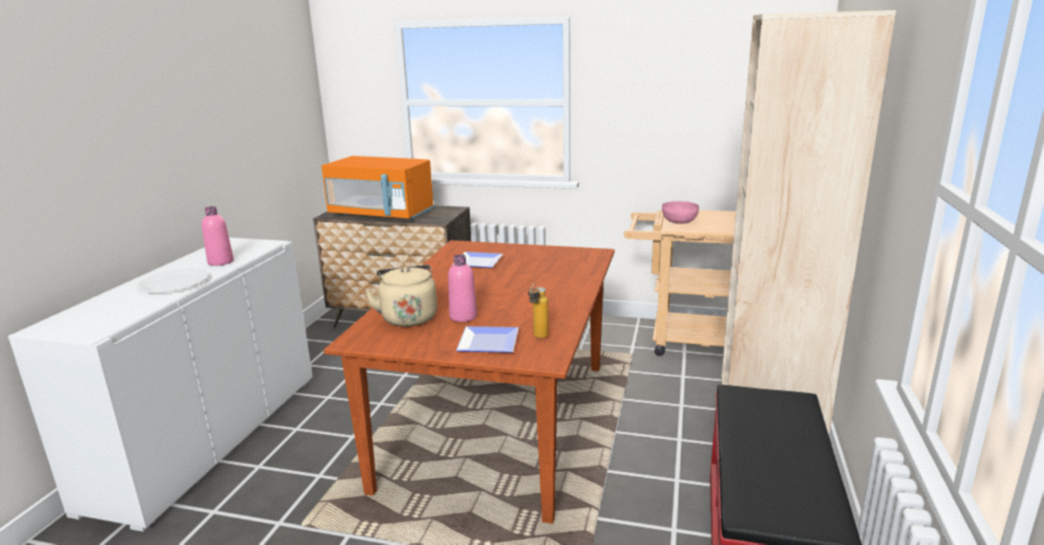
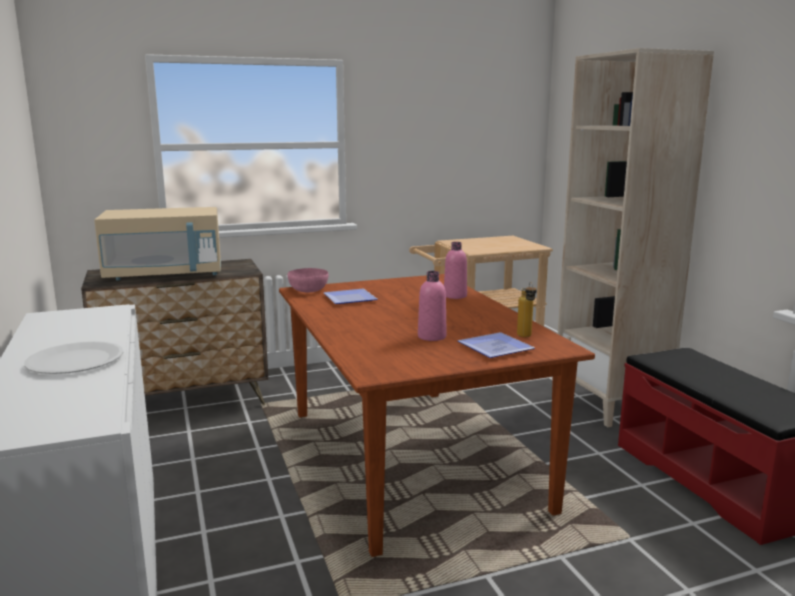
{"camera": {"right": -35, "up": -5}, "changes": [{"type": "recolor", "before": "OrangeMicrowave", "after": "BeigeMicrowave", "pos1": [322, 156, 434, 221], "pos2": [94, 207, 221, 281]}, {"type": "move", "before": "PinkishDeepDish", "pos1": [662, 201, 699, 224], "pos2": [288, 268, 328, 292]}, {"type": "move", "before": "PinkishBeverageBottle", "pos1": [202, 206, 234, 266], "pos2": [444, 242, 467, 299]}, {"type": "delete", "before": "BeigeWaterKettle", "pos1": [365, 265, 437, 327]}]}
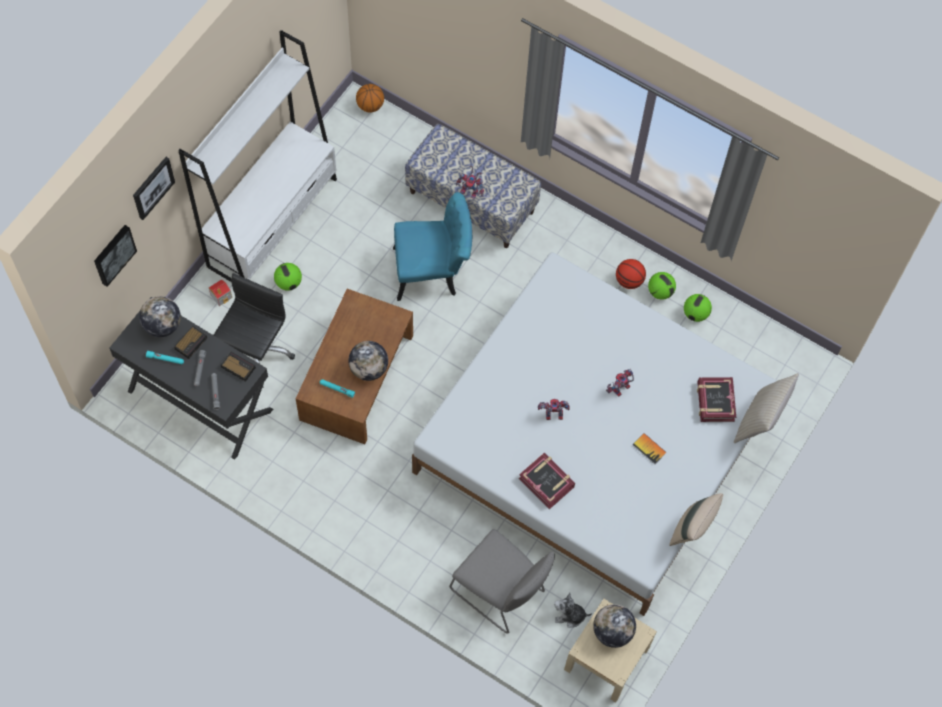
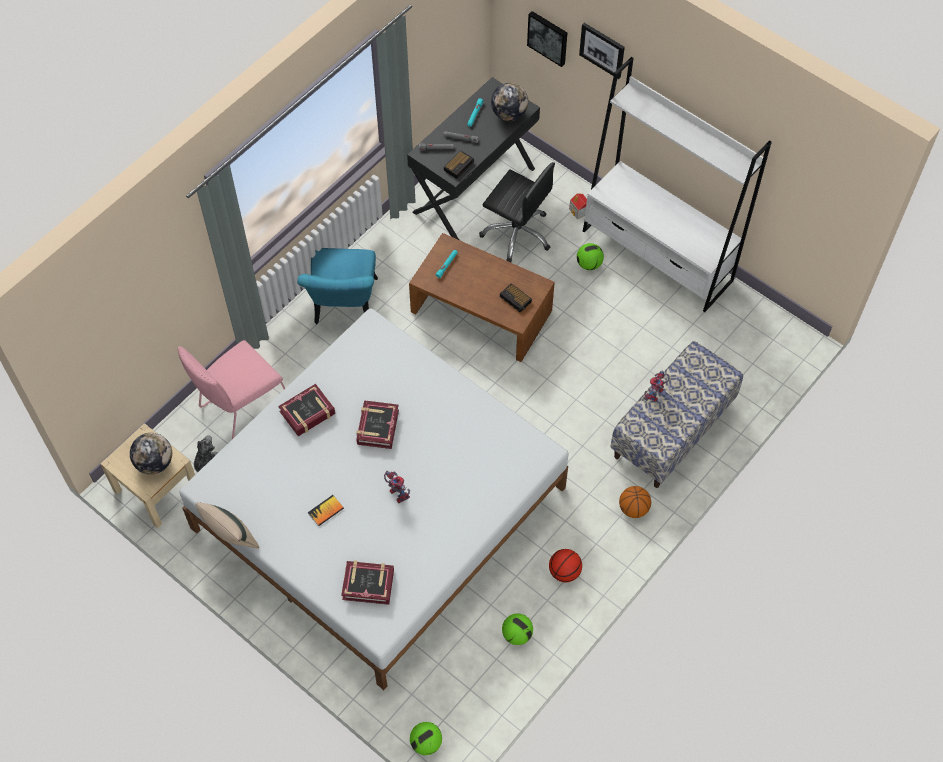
{"camera": {"right": 100, "up": -5}, "changes": [{"type": "recolor", "before": "GrayUprightChair", "after": "PinkishUprightChair", "pos1": [449, 529, 555, 634], "pos2": [178, 340, 285, 439]}, {"type": "move", "before": "BlueGreenUprightChair", "pos1": [393, 192, 472, 301], "pos2": [297, 248, 378, 324]}, {"type": "replace", "before": "RobotFigure", "after": "BoundBook", "pos1": [538, 399, 569, 420], "pos2": [356, 400, 399, 449]}, {"type": "move", "before": "BallForFootball", "pos1": [648, 272, 676, 300], "pos2": [410, 722, 442, 755]}, {"type": "move", "before": "TableClock", "pos1": [174, 326, 207, 359], "pos2": [500, 283, 532, 312]}, {"type": "move", "before": "Basketball", "pos1": [356, 84, 384, 113], "pos2": [619, 486, 651, 518]}, {"type": "delete", "before": "DeskGlobe", "pos1": [348, 341, 388, 381]}, {"type": "delete", "before": "BeigeCushion", "pos1": [734, 373, 799, 443]}]}
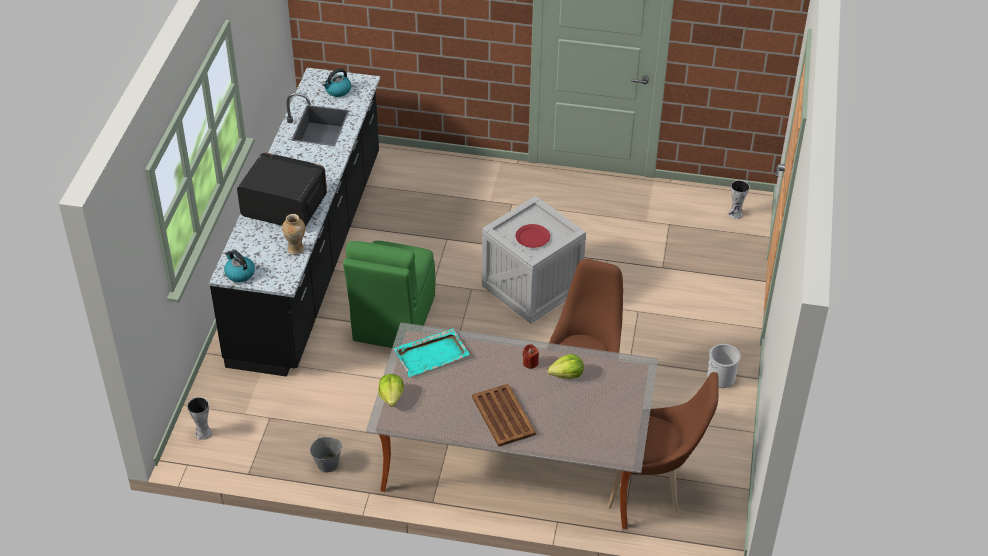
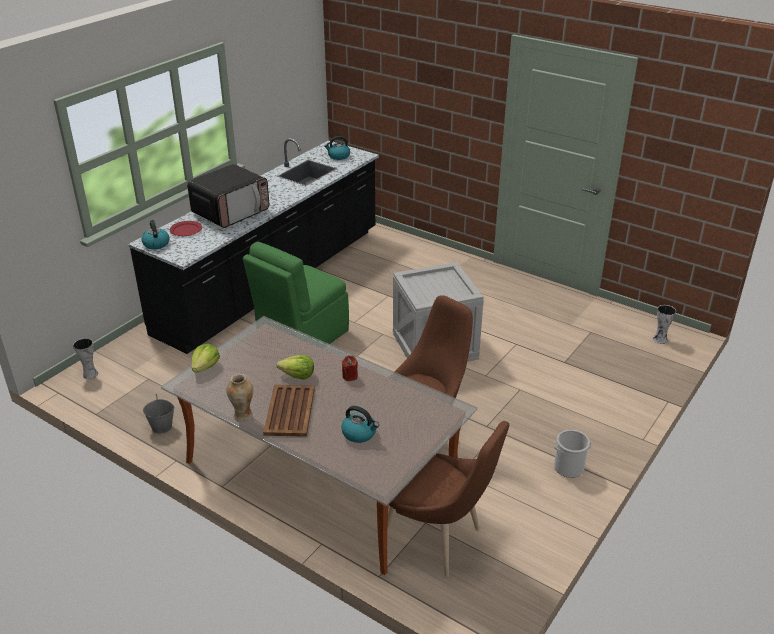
{"camera": {"right": 25, "up": -10}, "changes": [{"type": "move", "before": "RedColouredPlate", "pos1": [516, 224, 550, 248], "pos2": [170, 221, 202, 236]}, {"type": "rotate", "before": "Microwave", "pos1": [237, 152, 327, 227], "pos2": [187, 164, 269, 228], "turn": 90}, {"type": "move", "before": "Vase", "pos1": [282, 214, 305, 255], "pos2": [226, 373, 253, 422]}, {"type": "move", "before": "LettuceHead", "pos1": [548, 354, 584, 379], "pos2": [277, 355, 314, 380]}, {"type": "insert", "after": "WaterKettle", "pos2": [341, 406, 379, 443]}, {"type": "delete", "before": "BlueGreenServingTray", "pos1": [394, 328, 470, 377]}]}
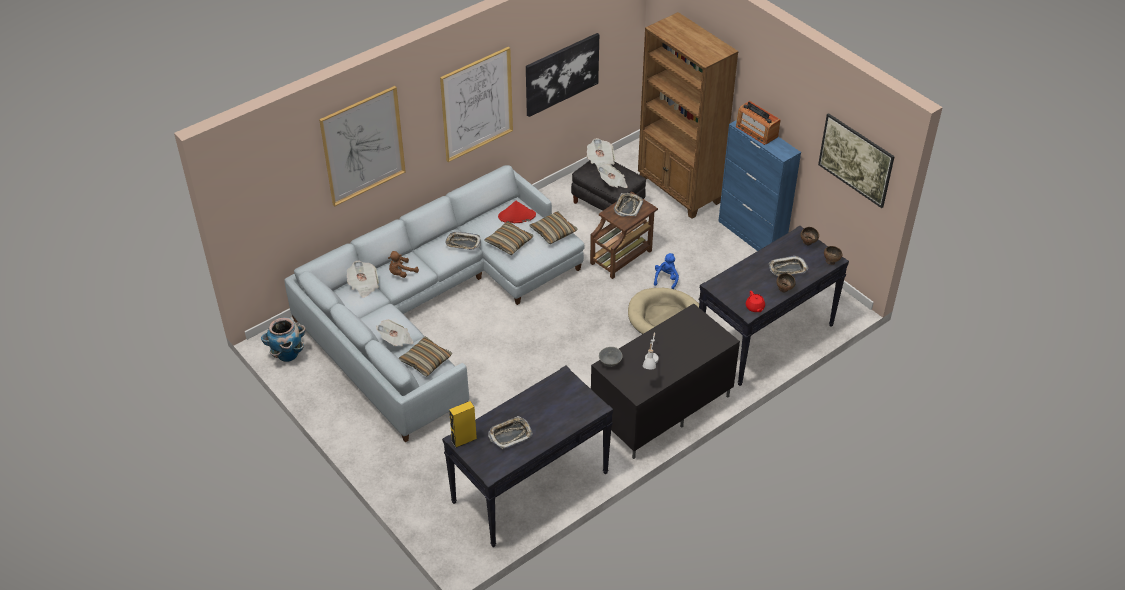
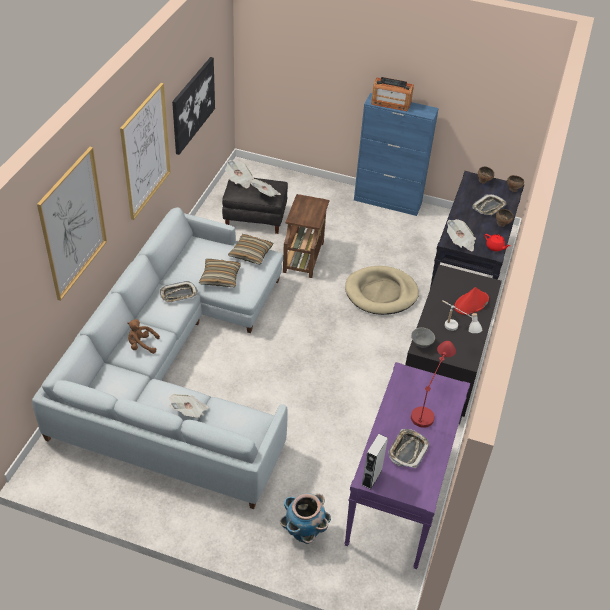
{"camera": {"right": -35, "up": 0}, "changes": [{"type": "rotate", "before": "BrownishCuddlyToy", "pos1": [388, 251, 419, 278], "pos2": [127, 319, 160, 354], "turn": 75}, {"type": "move", "before": "Planter", "pos1": [261, 317, 306, 362], "pos2": [280, 493, 331, 544]}, {"type": "recolor", "before": "BlackishHallTable", "after": "PurpleHallTable", "pos1": [442, 366, 613, 547], "pos2": [344, 362, 470, 569]}, {"type": "recolor", "before": "YellowColouredSpeaker", "after": "GraySpeaker", "pos1": [449, 401, 477, 448], "pos2": [361, 434, 388, 489]}, {"type": "insert", "after": "RedColouredTabletopLamp", "pos2": [411, 341, 456, 428]}, {"type": "move", "before": "Newspaper", "pos1": [347, 260, 379, 297], "pos2": [447, 219, 476, 251]}, {"type": "move", "before": "RedColouredWearableHat", "pos1": [498, 201, 536, 223], "pos2": [454, 287, 489, 315]}, {"type": "delete", "before": "Cushion", "pos1": [399, 337, 452, 376]}, {"type": "delete", "before": "ServingTray", "pos1": [614, 193, 643, 217]}, {"type": "delete", "before": "BrownishBookcase", "pos1": [638, 12, 739, 219]}, {"type": "delete", "before": "BlueCuddlyToy", "pos1": [654, 253, 679, 289]}, {"type": "delete", "before": "WallArt", "pos1": [818, 113, 895, 208]}]}
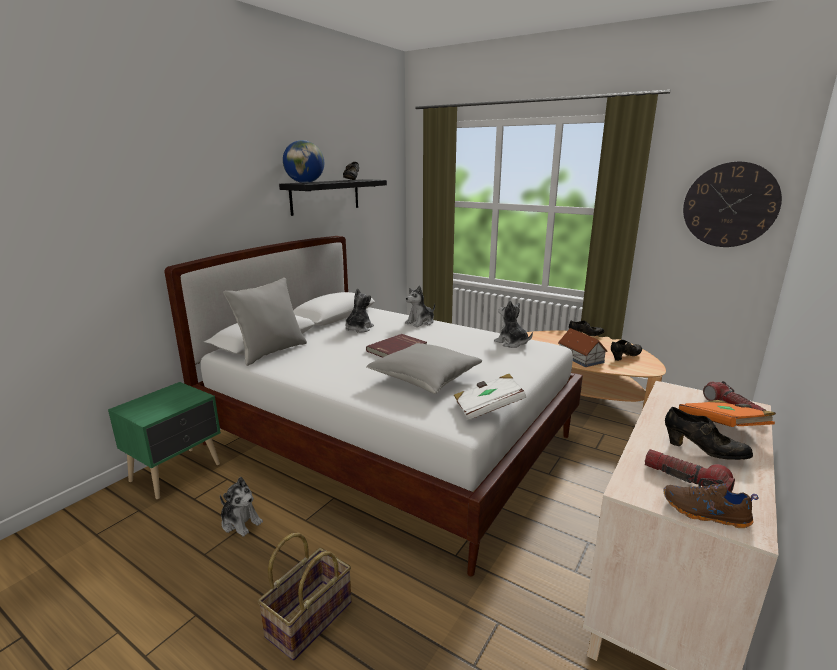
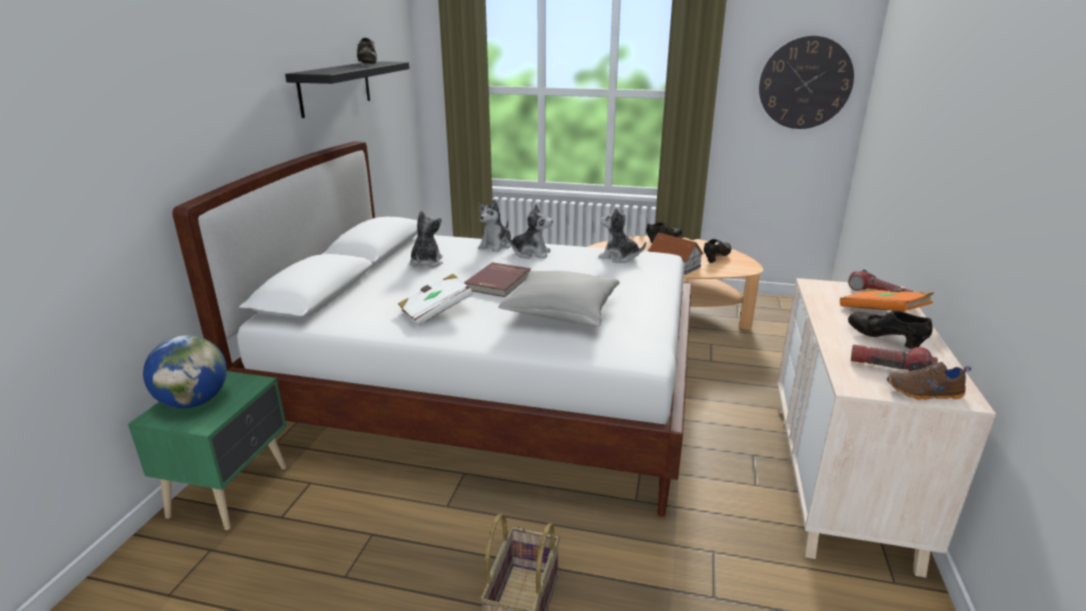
{"camera": {"right": -20, "up": 5}, "changes": [{"type": "move", "before": "DeskGlobe", "pos1": [283, 140, 324, 183], "pos2": [143, 335, 227, 408]}, {"type": "move", "before": "WhiteBoundBook", "pos1": [454, 374, 526, 420], "pos2": [398, 274, 473, 326]}, {"type": "move", "before": "CuddlyToy", "pos1": [220, 477, 263, 536], "pos2": [505, 204, 553, 259]}, {"type": "rotate", "before": "BlackishItemOfFootwear", "pos1": [665, 407, 753, 460], "pos2": [848, 310, 933, 349], "turn": -150}, {"type": "delete", "before": "GrayCushion", "pos1": [223, 278, 307, 366]}]}
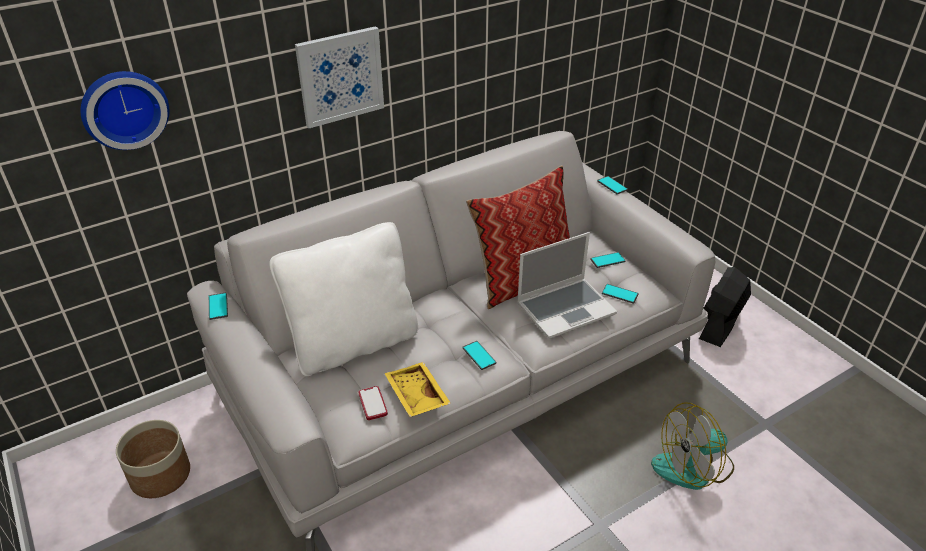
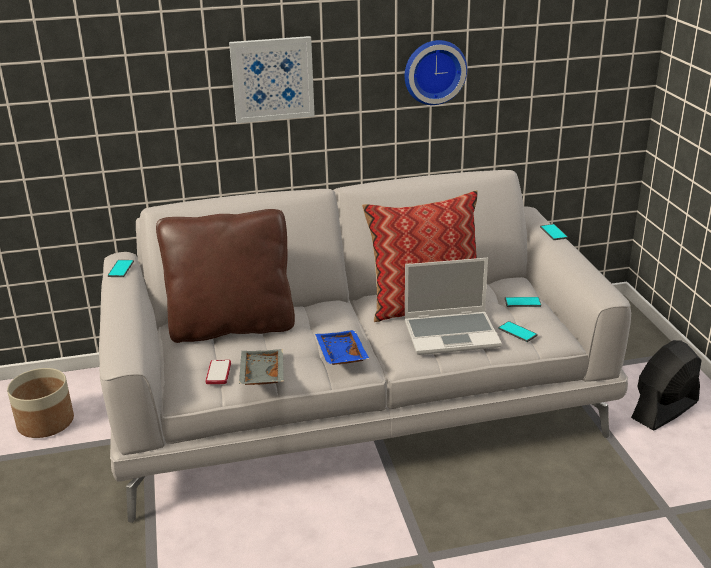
{"camera": {"right": 20, "up": -10}, "changes": [{"type": "recolor", "before": "WhiteCushion", "after": "BrownishCushion", "pos1": [269, 222, 418, 376], "pos2": [156, 209, 295, 343]}, {"type": "recolor", "before": "YellowColouredServingTray", "after": "GrayServingTray", "pos1": [384, 362, 451, 417], "pos2": [239, 349, 284, 385]}, {"type": "replace", "before": "Phone", "after": "BlueServingTray", "pos1": [463, 341, 496, 370], "pos2": [315, 330, 369, 365]}, {"type": "move", "before": "WallClock", "pos1": [81, 71, 169, 150], "pos2": [405, 40, 467, 105]}, {"type": "delete", "before": "ElectricFan", "pos1": [651, 402, 734, 490]}]}
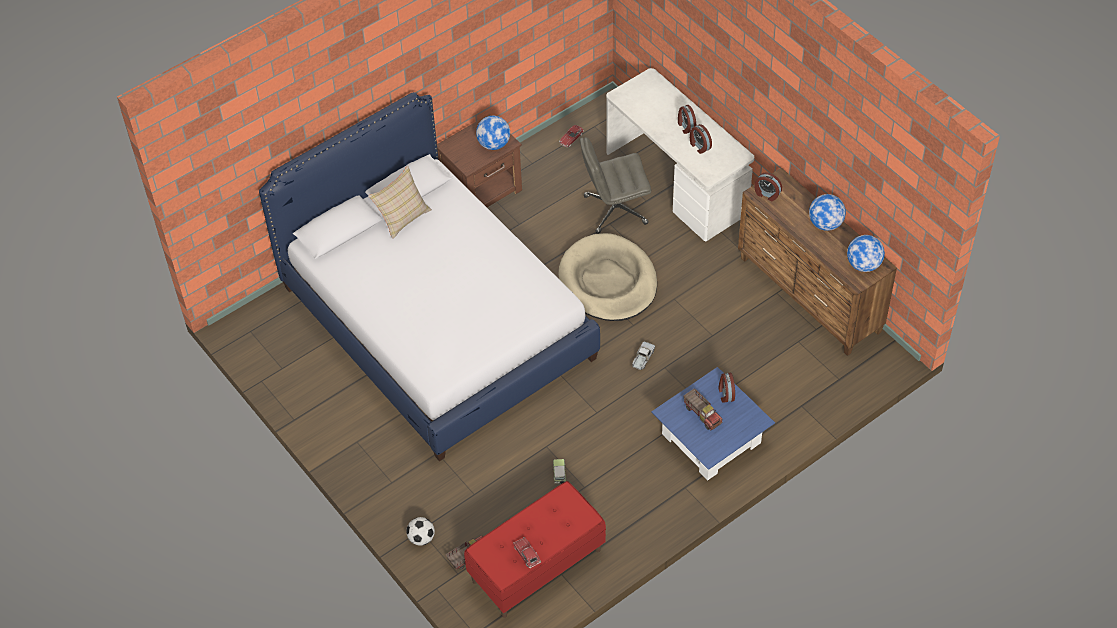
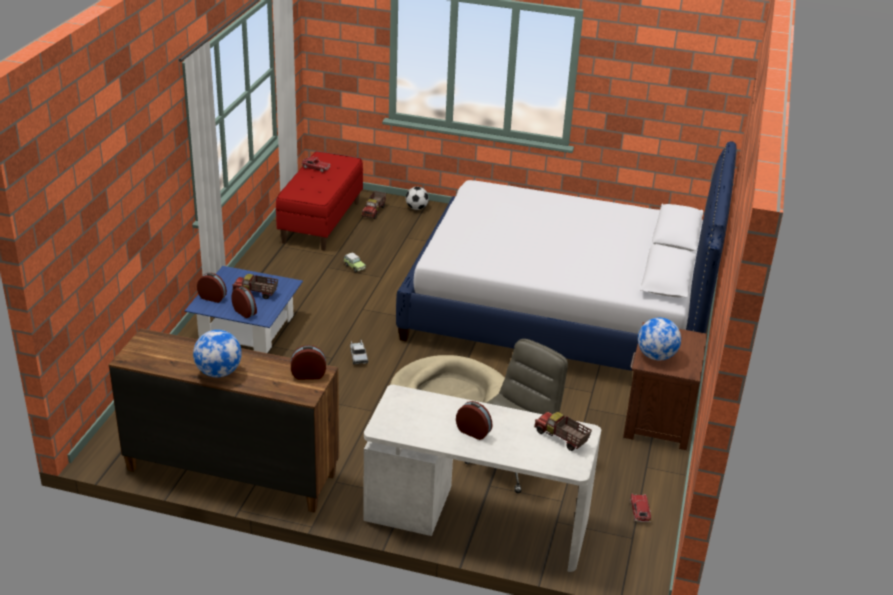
{"camera": {"right": 140, "up": -20}, "changes": [{"type": "move", "before": "TableClock", "pos1": [690, 124, 712, 154], "pos2": [197, 273, 227, 303]}, {"type": "insert", "after": "ToyLorry", "pos2": [534, 412, 592, 451]}, {"type": "delete", "before": "BeigeCushion", "pos1": [368, 166, 432, 239]}, {"type": "delete", "before": "DeskGlobe", "pos1": [847, 235, 885, 272]}]}
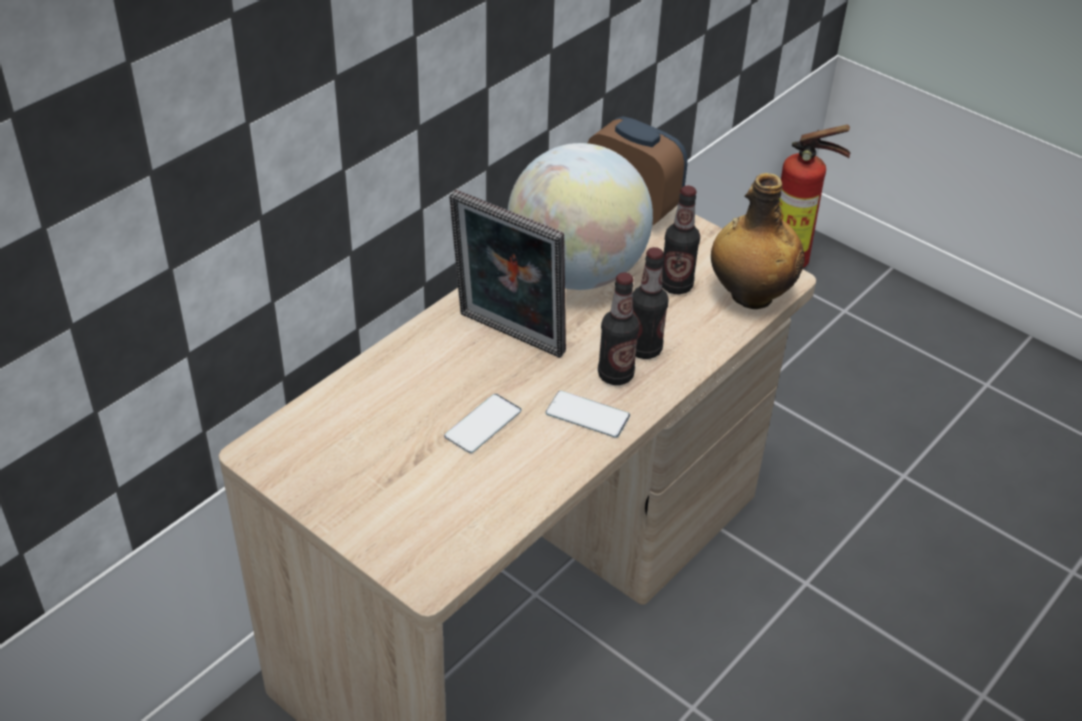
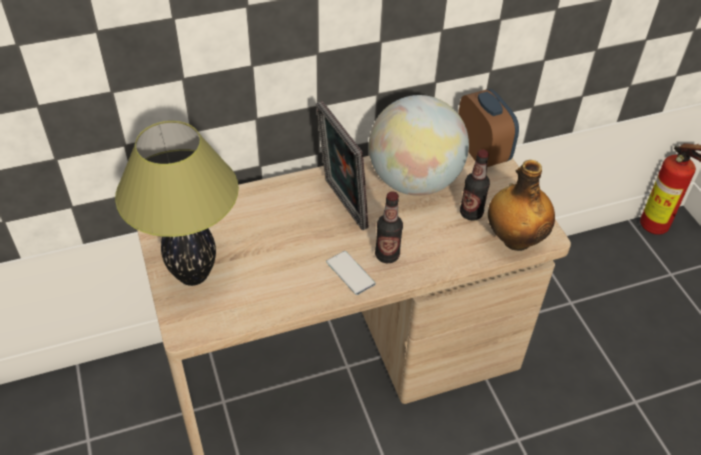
{"camera": {"right": 30, "up": 5}, "changes": [{"type": "insert", "after": "TabletopLamp", "pos2": [115, 121, 239, 286]}, {"type": "delete", "before": "Phone", "pos1": [444, 394, 522, 453]}, {"type": "delete", "before": "BeverageBottle", "pos1": [633, 247, 669, 359]}]}
